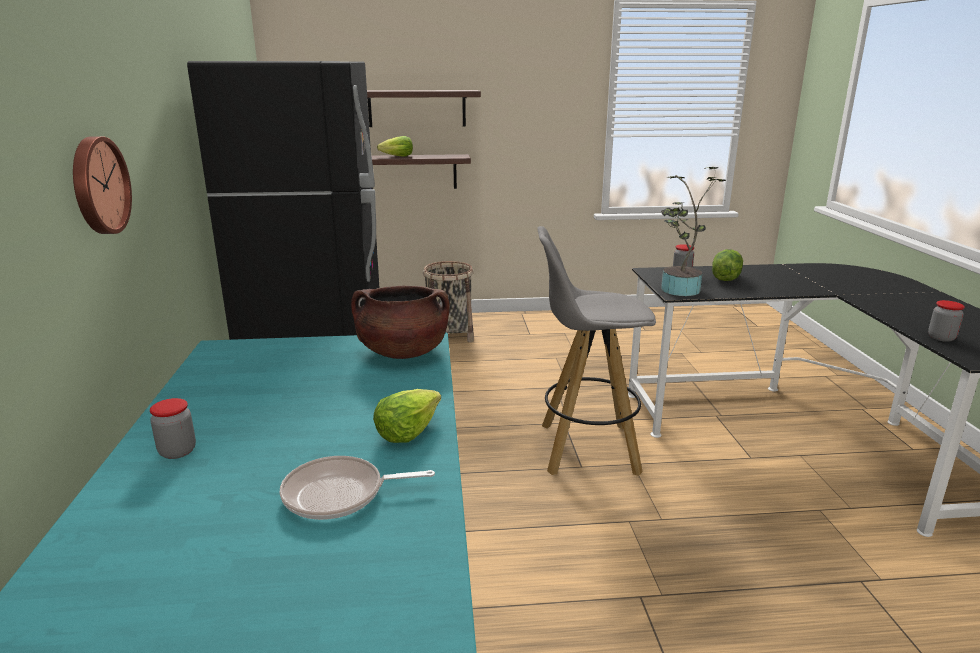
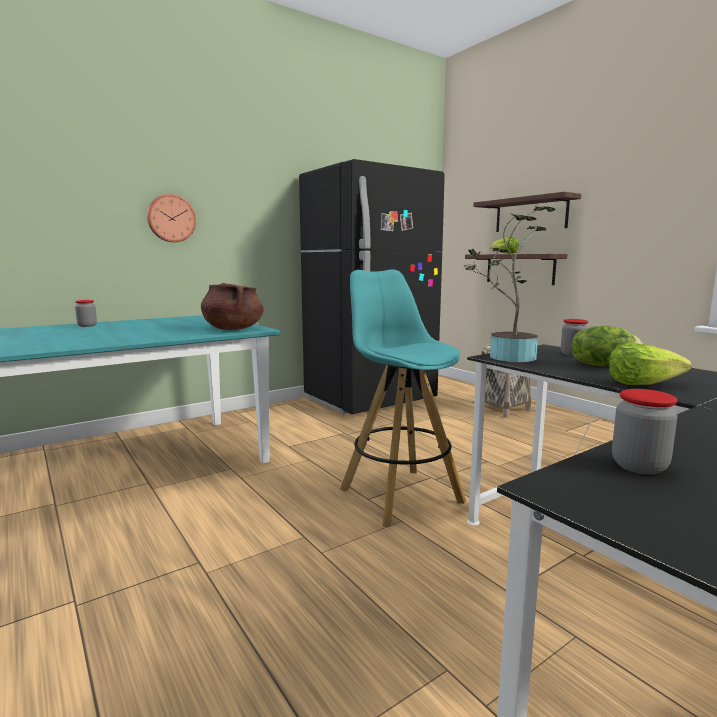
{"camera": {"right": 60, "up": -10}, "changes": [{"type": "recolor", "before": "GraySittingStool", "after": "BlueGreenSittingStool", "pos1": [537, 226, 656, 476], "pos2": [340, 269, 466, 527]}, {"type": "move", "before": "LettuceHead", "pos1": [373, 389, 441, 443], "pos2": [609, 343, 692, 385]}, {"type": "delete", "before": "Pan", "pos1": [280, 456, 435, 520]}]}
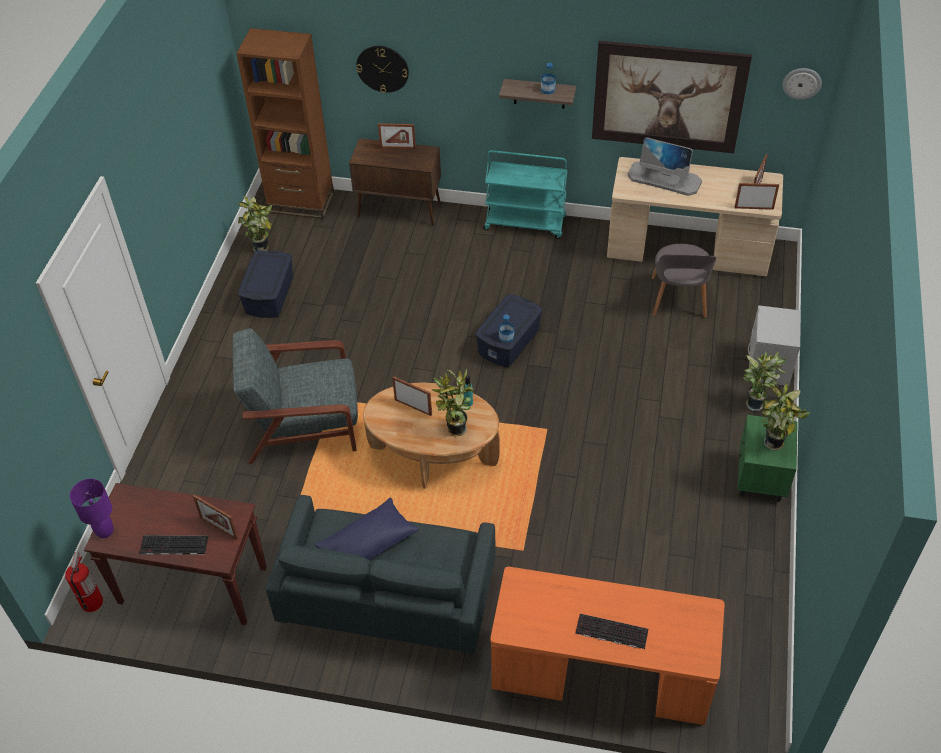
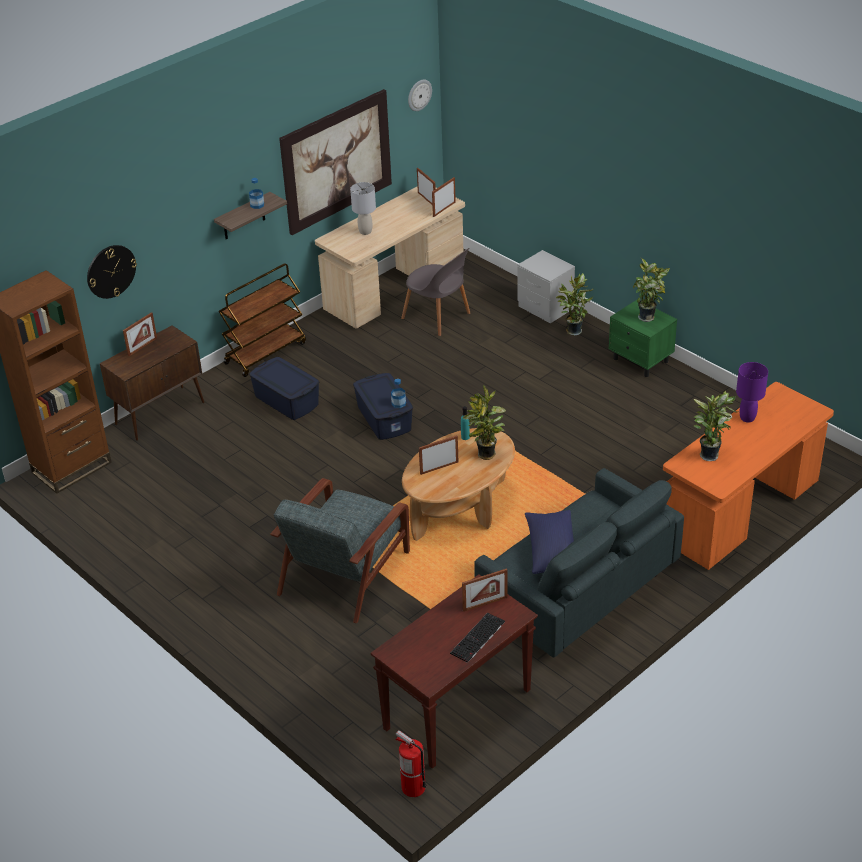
{"camera": {"right": -55, "up": -10}, "changes": [{"type": "recolor", "before": "BlueGreenCart", "after": "BrownishCart", "pos1": [483, 150, 568, 239], "pos2": [218, 263, 306, 377]}, {"type": "move", "before": "BlueStorageBin", "pos1": [238, 250, 293, 318], "pos2": [249, 357, 319, 420]}, {"type": "replace", "before": "ComputerDisplay", "after": "GrayTabletopLamp", "pos1": [628, 137, 702, 196], "pos2": [350, 182, 376, 235]}, {"type": "move", "before": "Houseplant", "pos1": [238, 195, 272, 252], "pos2": [693, 391, 739, 461]}, {"type": "move", "before": "PurpleTabletopLamp", "pos1": [70, 479, 113, 538], "pos2": [736, 362, 768, 422]}, {"type": "delete", "before": "Keyboard", "pos1": [575, 614, 648, 649]}]}
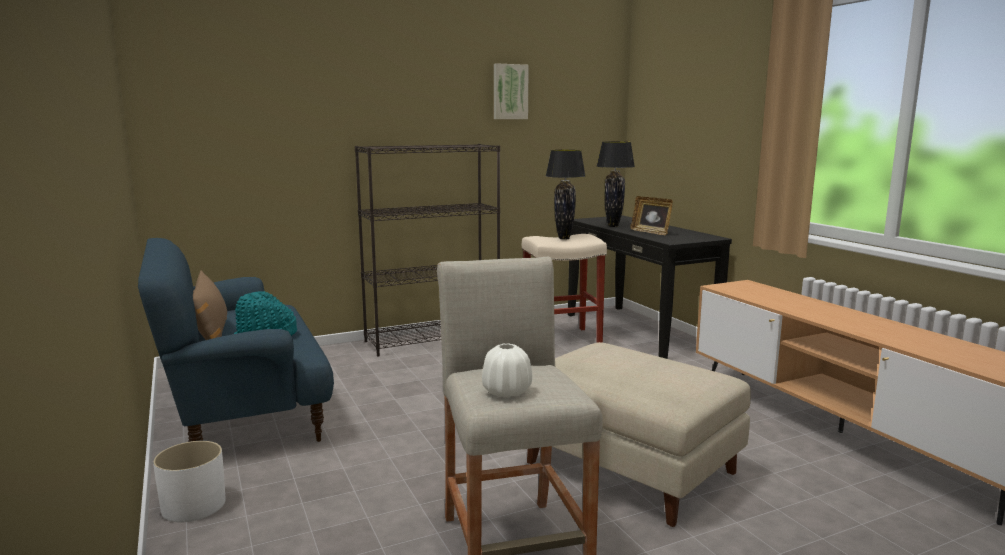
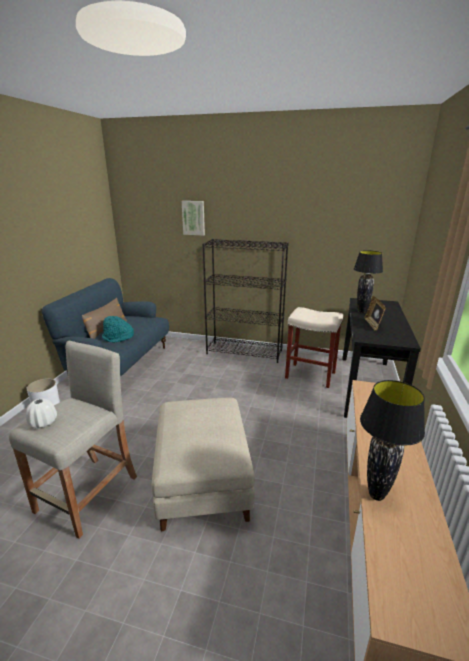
{"camera": {"right": 40, "up": 10}, "changes": [{"type": "move", "before": "WallArt", "pos1": [494, 63, 529, 119], "pos2": [182, 201, 205, 236]}, {"type": "move", "before": "BlackishTabletopLamp", "pos1": [546, 150, 585, 240], "pos2": [360, 380, 425, 501]}]}
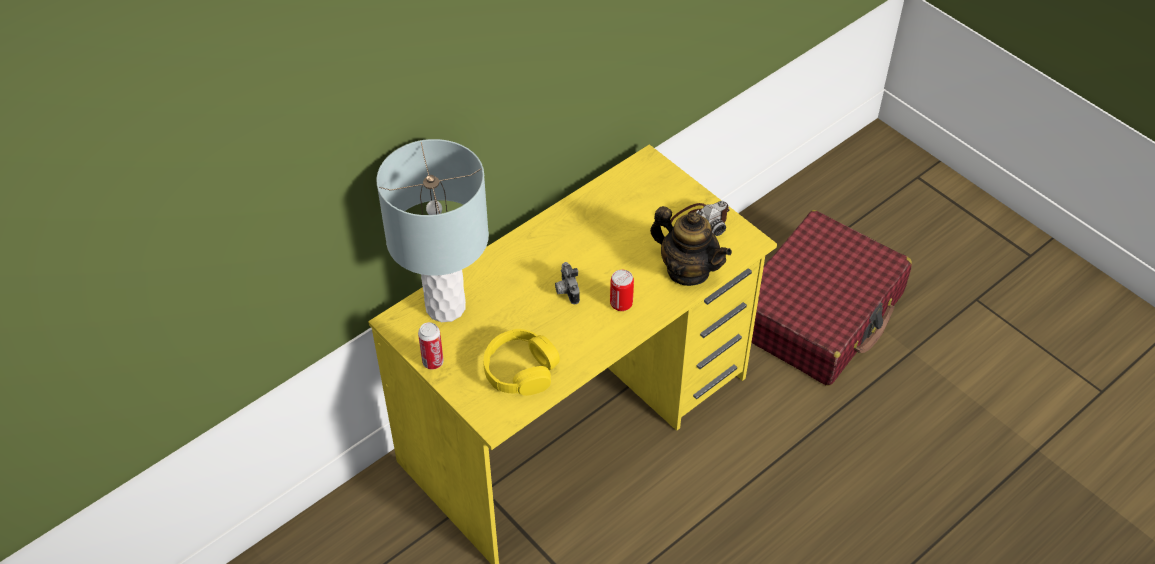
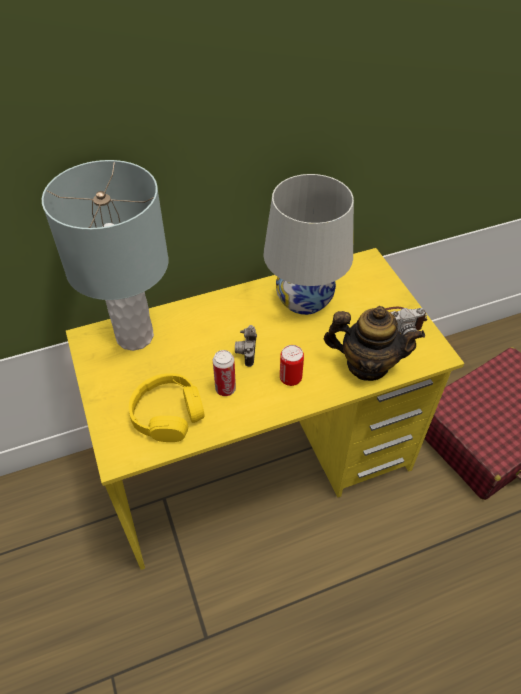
{"camera": {"right": 20, "up": 0}, "changes": [{"type": "move", "before": "Can", "pos1": [418, 322, 444, 369], "pos2": [213, 350, 236, 396]}, {"type": "insert", "after": "WhiteTabletopLamp", "pos2": [263, 174, 354, 315]}, {"type": "rotate", "before": "PotForTea", "pos1": [650, 206, 732, 286], "pos2": [324, 306, 425, 381], "turn": -45}]}
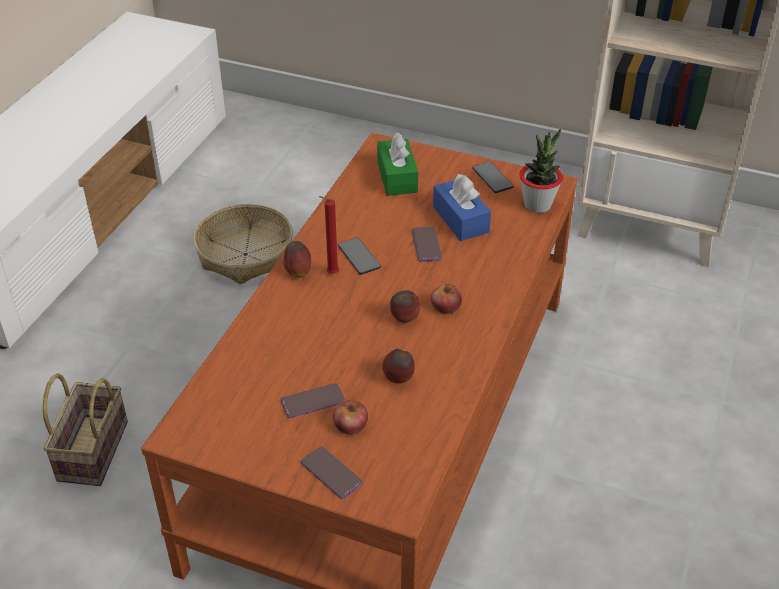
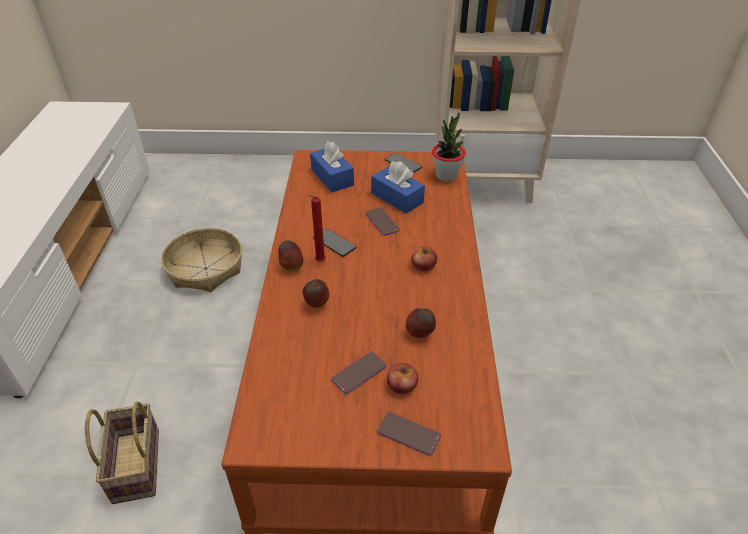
{"camera": {"right": -20, "up": 0}, "changes": [{"type": "move", "before": "AppleFruit", "pos1": [390, 290, 421, 323], "pos2": [303, 279, 329, 308]}, {"type": "recolor", "before": "GreenishBoxOfTissues", "after": "BlueBoxOfTissues", "pos1": [377, 132, 418, 196], "pos2": [310, 141, 354, 192]}]}
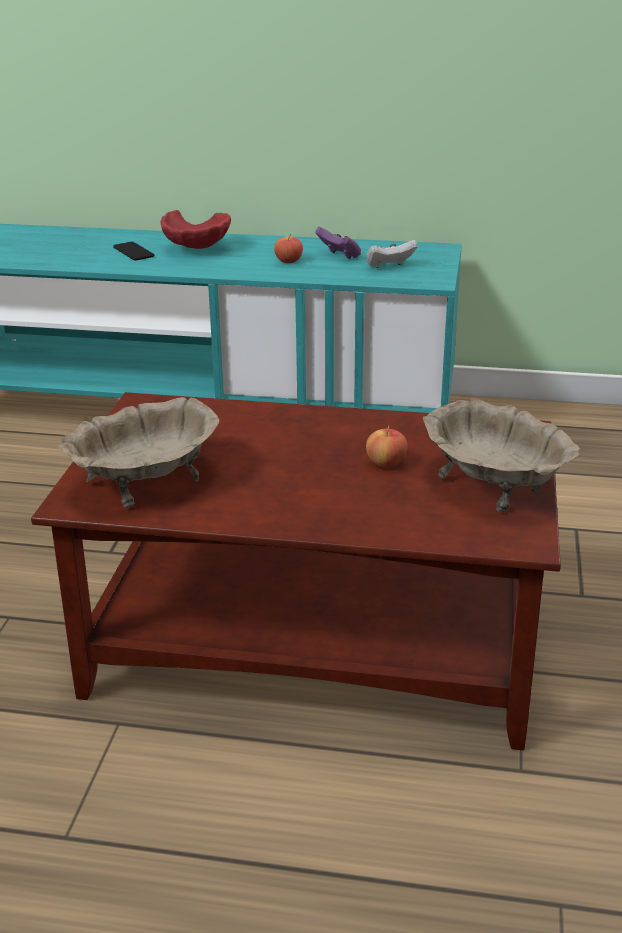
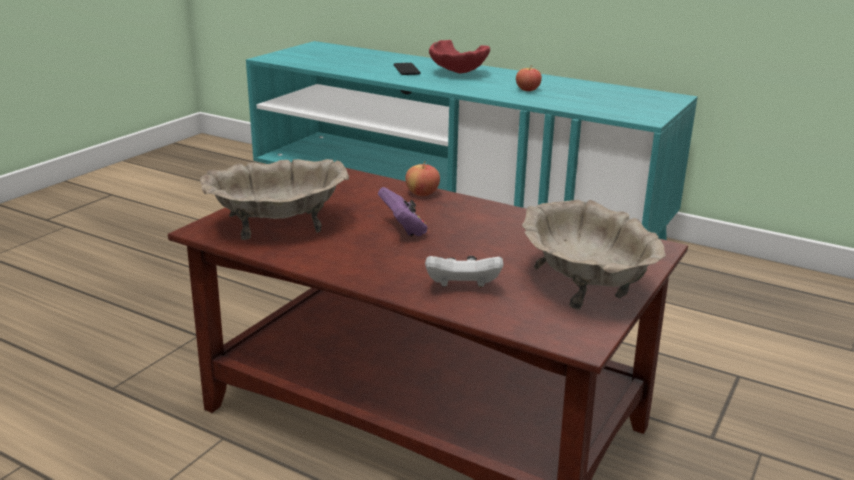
{"camera": {"right": 20, "up": -5}, "changes": [{"type": "move", "before": "PurpleGameController", "pos1": [315, 227, 361, 259], "pos2": [378, 187, 428, 236]}, {"type": "move", "before": "AppleFruit", "pos1": [366, 426, 408, 468], "pos2": [405, 161, 440, 196]}, {"type": "move", "before": "WhiteGameController", "pos1": [367, 240, 417, 268], "pos2": [425, 256, 503, 287]}]}
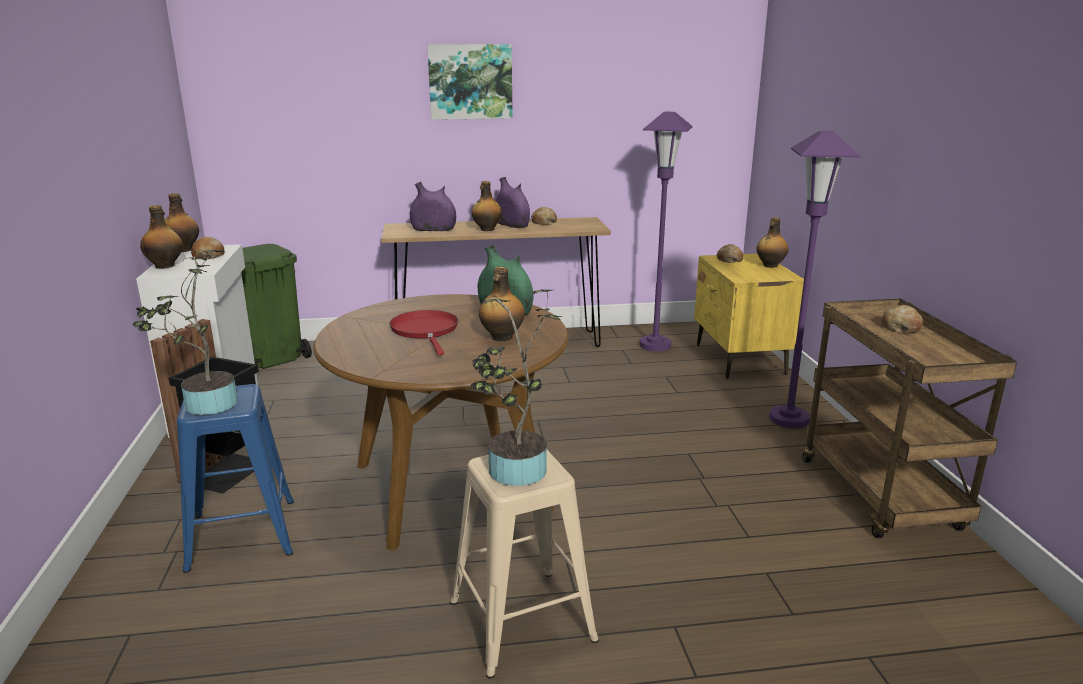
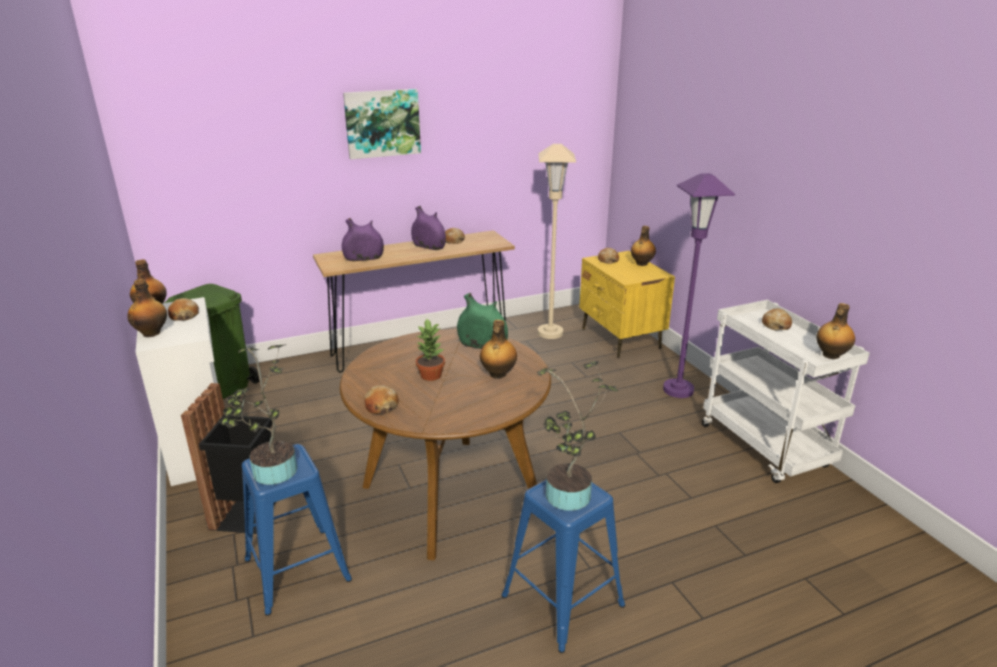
{"camera": {"right": -15, "up": 5}, "changes": [{"type": "insert", "after": "BakedBread", "pos2": [364, 385, 399, 414]}, {"type": "replace", "before": "RedColouredPan", "after": "Houseplant", "pos1": [390, 310, 458, 355], "pos2": [416, 319, 445, 381]}, {"type": "recolor", "before": "BeigeSittingStool", "after": "BlueSittingStool", "pos1": [450, 450, 599, 679], "pos2": [501, 480, 625, 653]}, {"type": "recolor", "before": "PurpleStandingLamp", "after": "BeigeStandingLamp", "pos1": [640, 111, 692, 352], "pos2": [538, 144, 576, 339]}, {"type": "recolor", "before": "BrownishCart", "after": "WhiteCart", "pos1": [803, 299, 1017, 538], "pos2": [702, 300, 870, 483]}, {"type": "move", "before": "BeverageBottle", "pos1": [472, 181, 502, 231], "pos2": [816, 303, 855, 359]}]}
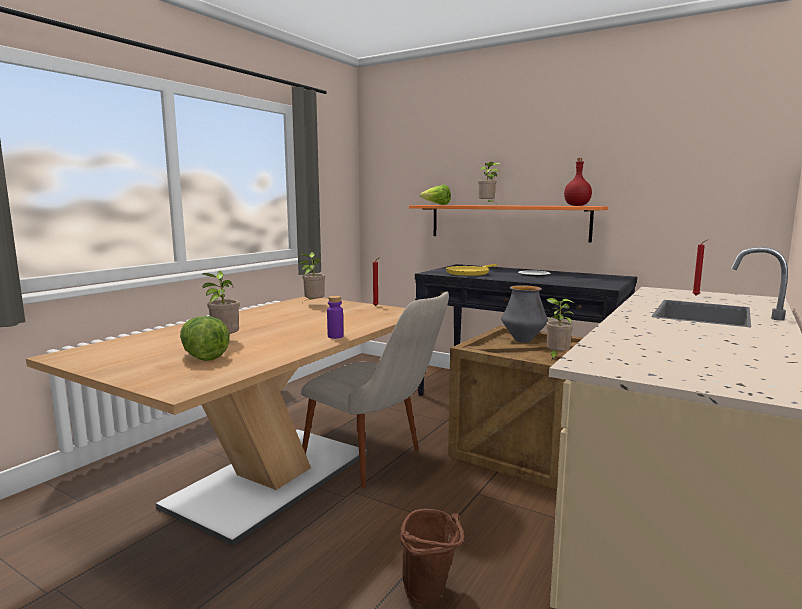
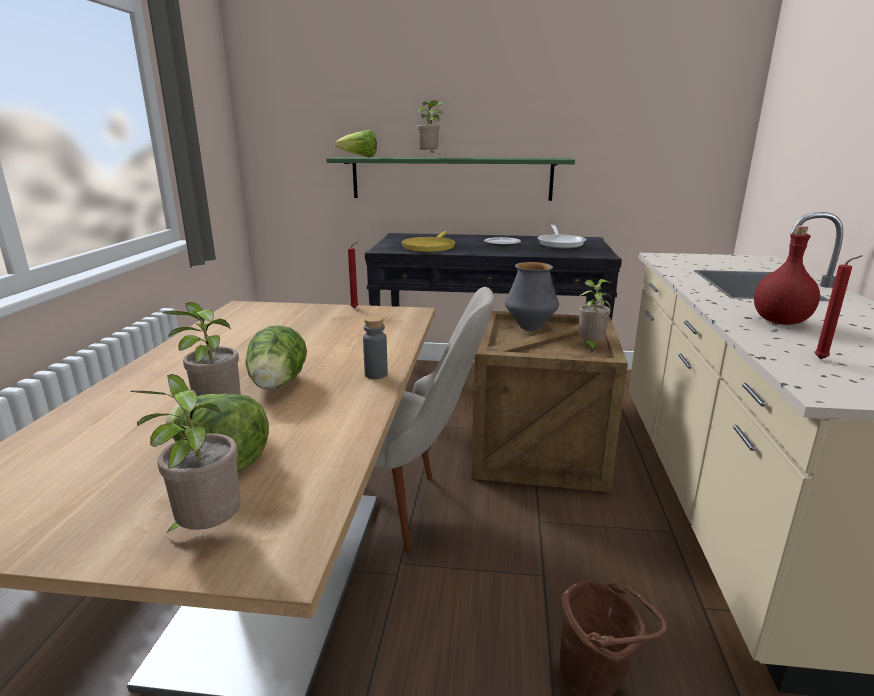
{"camera": {"right": -25, "up": 10}, "changes": [{"type": "move", "before": "Houseplant", "pos1": [299, 252, 325, 303], "pos2": [130, 374, 241, 534]}, {"type": "insert", "after": "LettuceHead", "pos2": [245, 325, 307, 389]}, {"type": "recolor", "before": "OrangeShelf", "after": "GreenishShelf", "pos1": [409, 205, 608, 243], "pos2": [326, 157, 575, 201]}, {"type": "recolor", "before": "PurpleBeverageBottle", "after": "GrayBeverageBottle", "pos1": [327, 296, 343, 339], "pos2": [363, 316, 388, 379]}, {"type": "insert", "after": "Pan", "pos2": [538, 225, 586, 248]}, {"type": "move", "before": "RedColouredBeverageBottle", "pos1": [564, 158, 592, 206], "pos2": [754, 226, 820, 325]}, {"type": "move", "before": "RedColouredWaxCandle", "pos1": [692, 239, 709, 295], "pos2": [814, 255, 863, 359]}]}
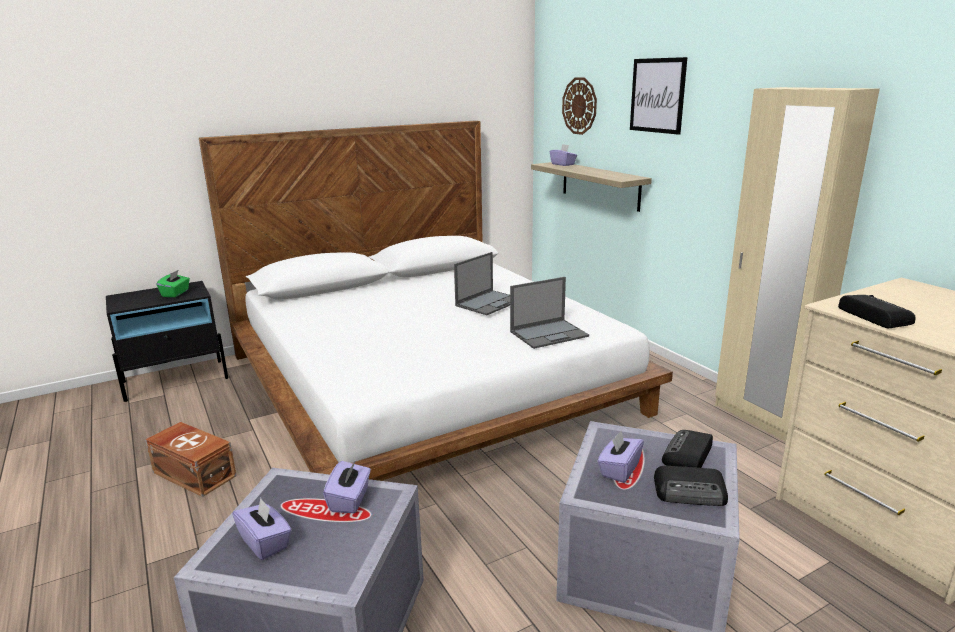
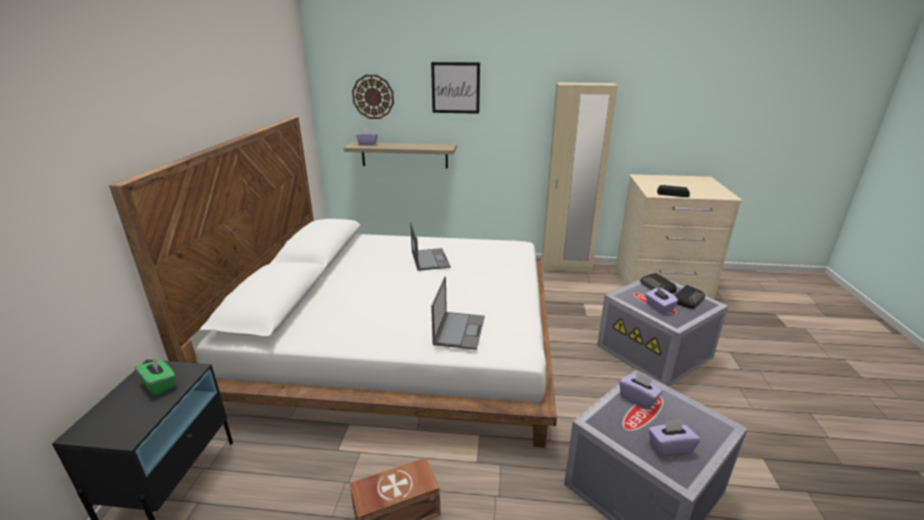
{"camera": {"right": -55, "up": 5}, "changes": [{"type": "move", "before": "NotebookComputer", "pos1": [510, 277, 589, 349], "pos2": [431, 277, 485, 350]}]}
